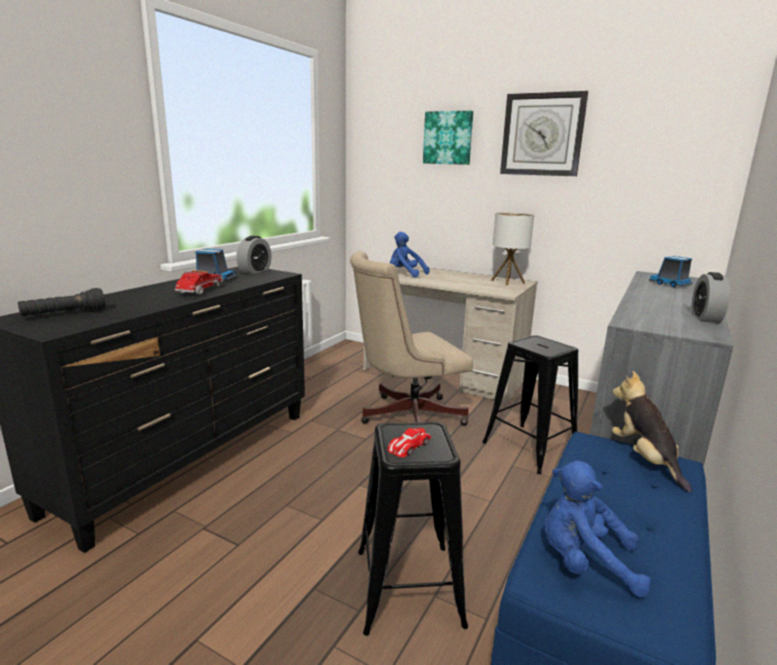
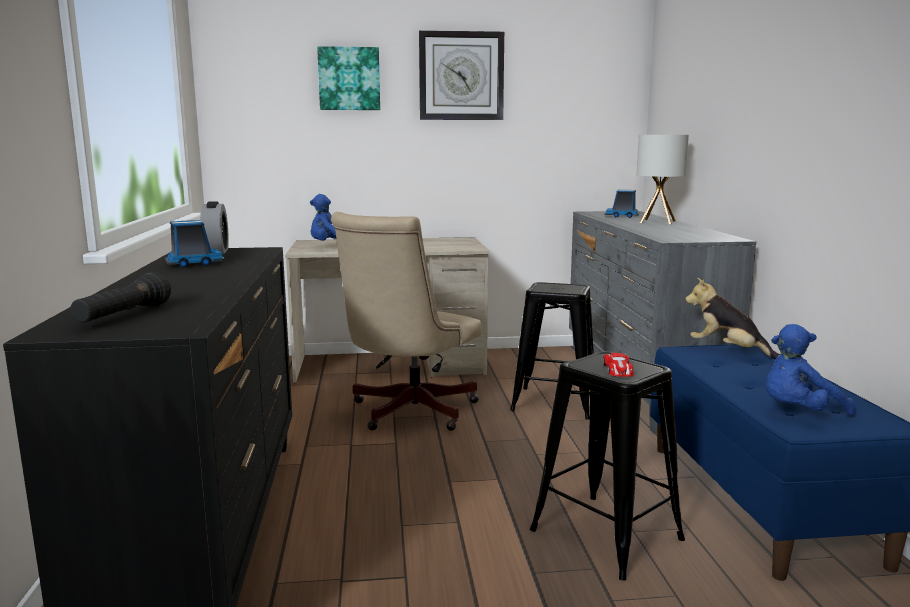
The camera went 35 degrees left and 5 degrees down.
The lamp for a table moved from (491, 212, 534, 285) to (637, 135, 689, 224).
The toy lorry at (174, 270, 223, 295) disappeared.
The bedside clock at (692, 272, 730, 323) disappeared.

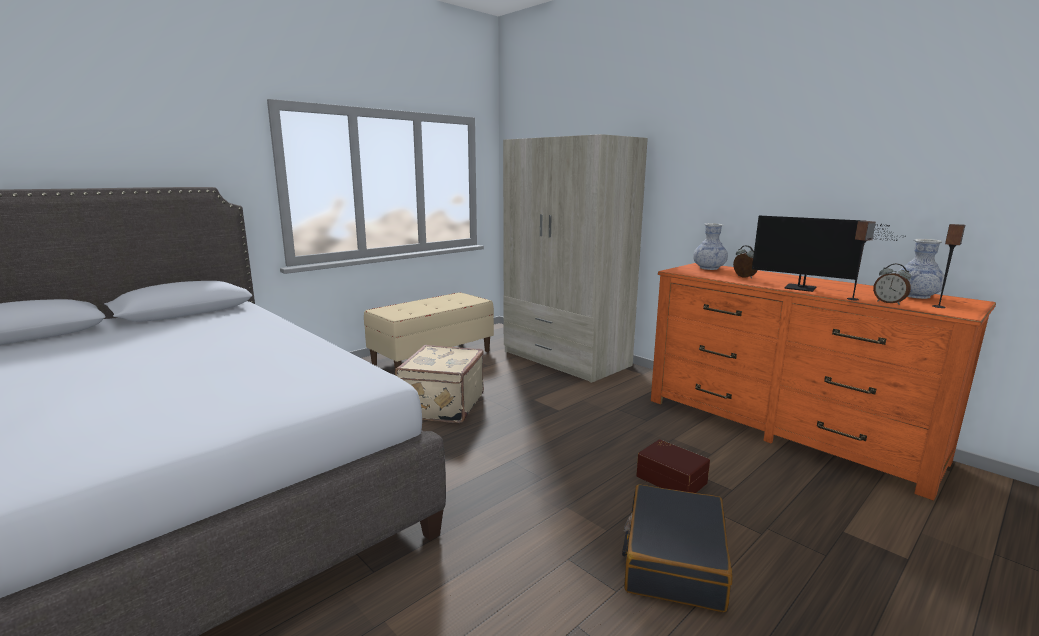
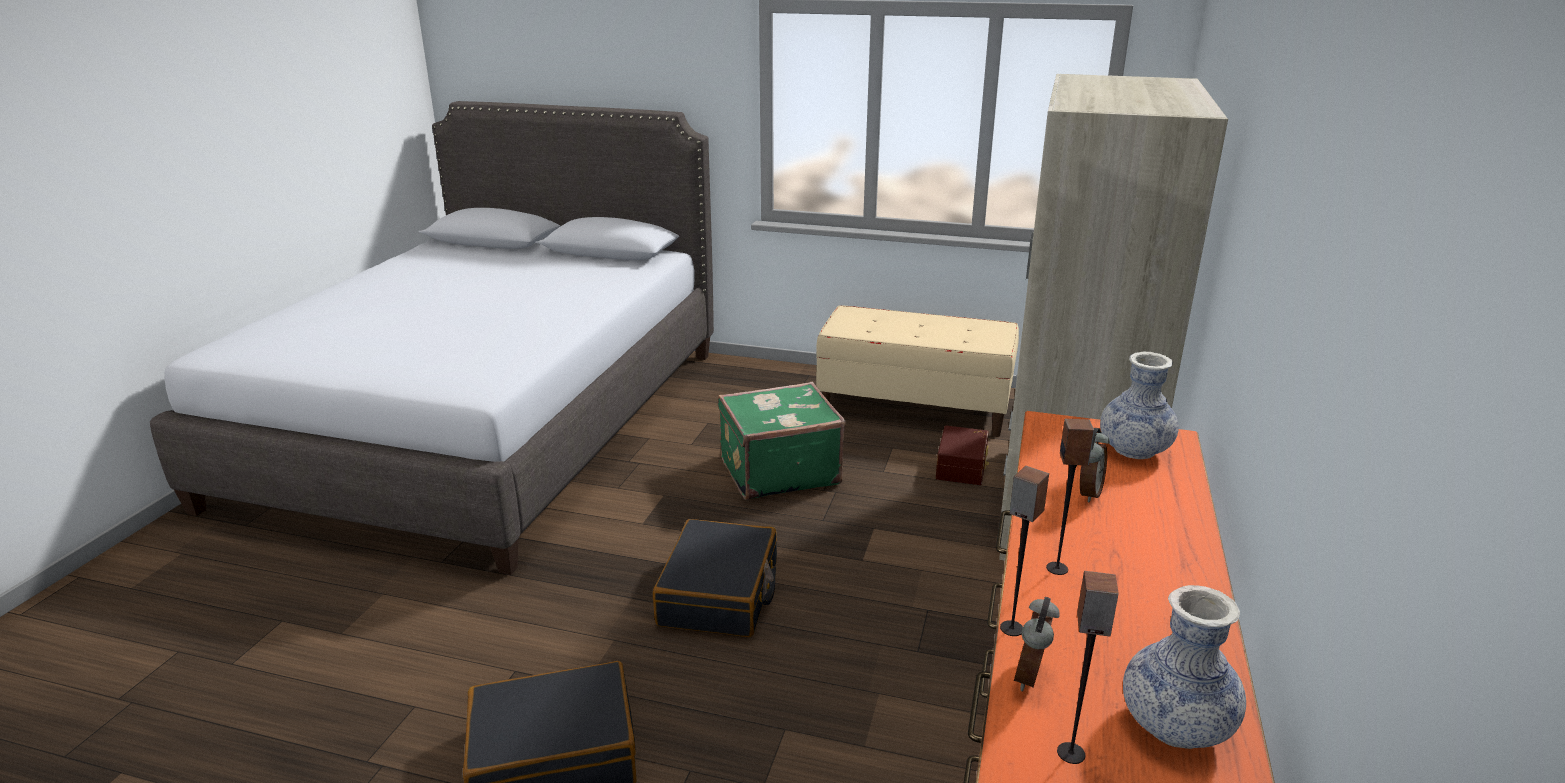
The camera went 60 degrees right and 10 degrees up.
The travel case (black) at (653, 519, 777, 637) appeared.
The travel case (beige) at (395, 345, 484, 423) became the travel case (green-coloured) at (718, 382, 846, 500).
The storage container (brown-coloured) moved from (636, 439, 710, 493) to (936, 426, 989, 485).
The computer screen at (752, 216, 905, 292) was replaced by the loudspeaker at (1046, 419, 1094, 575).

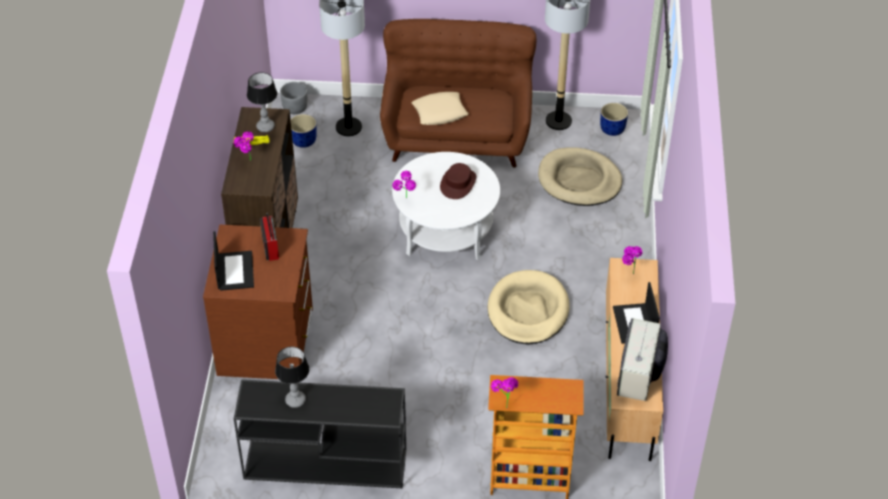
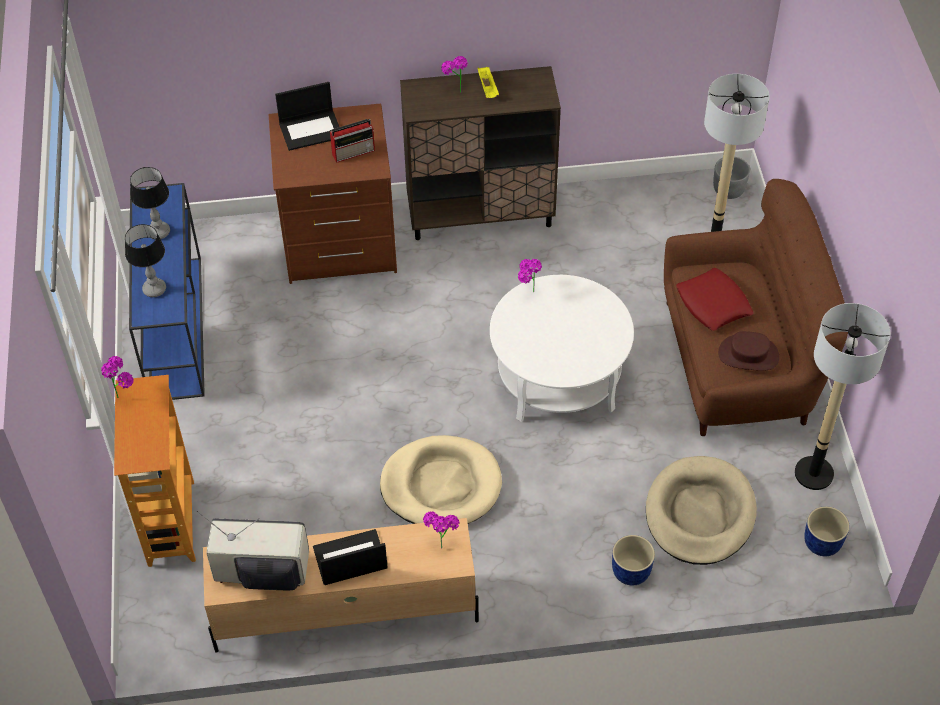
The camera went 80 degrees right and 5 degrees up.
The lamp for a table moved from (247, 72, 277, 132) to (125, 224, 166, 297).
The console table (black) at (234, 379, 406, 488) became the console table (bluish) at (129, 183, 205, 400).
The plant pot (bluish) moved from (291, 114, 317, 148) to (612, 535, 655, 586).
The pillow (beige) at (412, 92, 468, 125) became the pillow (reddish) at (676, 268, 754, 331).
The hat (brown-coloured) moved from (440, 163, 476, 199) to (718, 331, 779, 371).

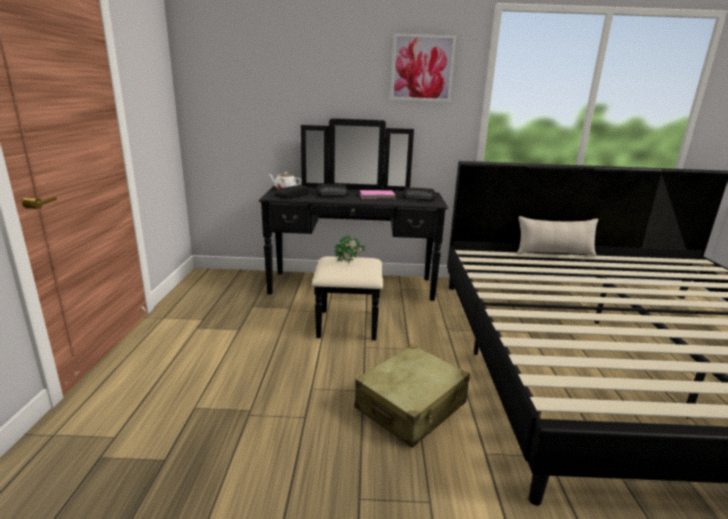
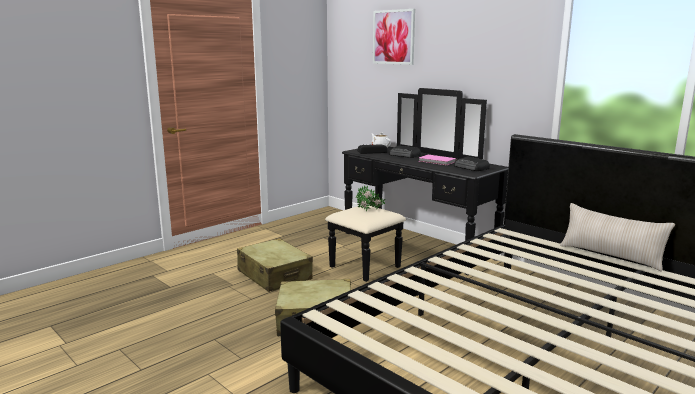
The camera went 45 degrees right and 5 degrees down.
The travel case (beige) at (237, 238, 313, 292) appeared.
The wall art moved from (390, 33, 456, 102) to (373, 9, 415, 65).

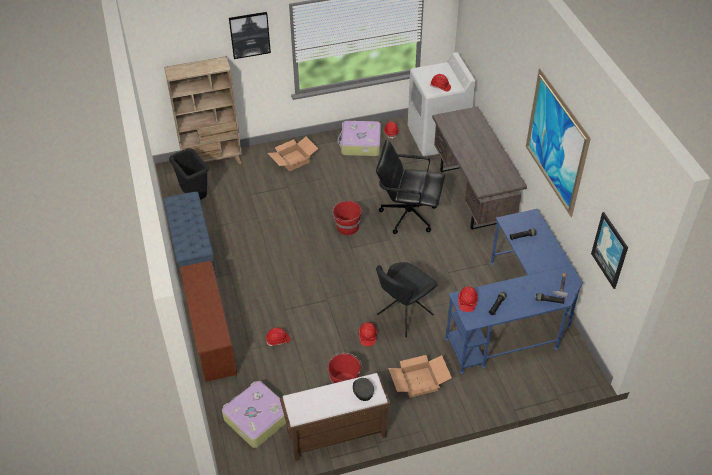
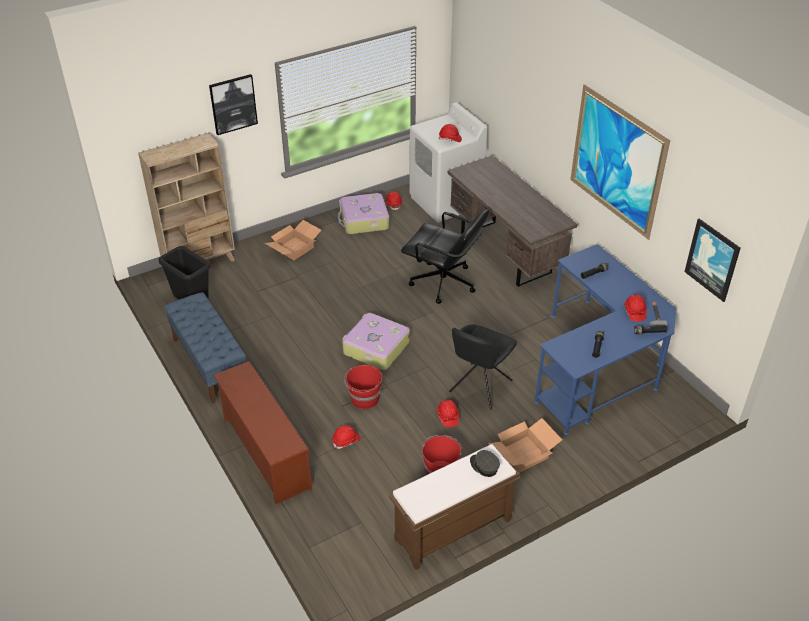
The camera went 15 degrees left and 5 degrees down.
The travel case moved from (222, 381, 286, 448) to (342, 313, 410, 370).
The pail (reddish) moved from (332, 201, 362, 235) to (344, 365, 382, 409).
The computer chair (black) at (376, 140, 445, 234) turned 150 degrees counterclockwise.
The hard hat (reddish) moved from (458, 287, 478, 312) to (624, 294, 647, 322).

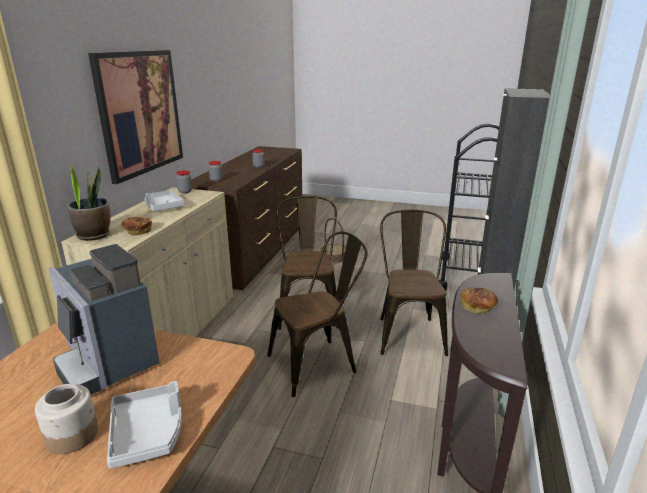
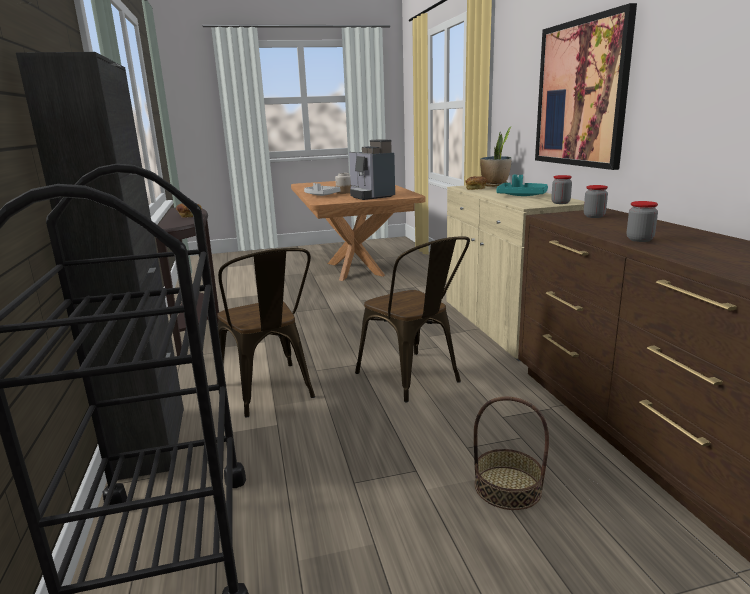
The camera went 150 degrees right and 5 degrees down.
The coffee machine at (49, 244, 159, 395) turned 135 degrees counterclockwise.
The carrying tray (greyish) at (145, 190, 185, 211) became the carrying tray (turquoise) at (496, 175, 548, 196).
The upright chair (brown-coloured) at (267, 231, 368, 397) disappeared.

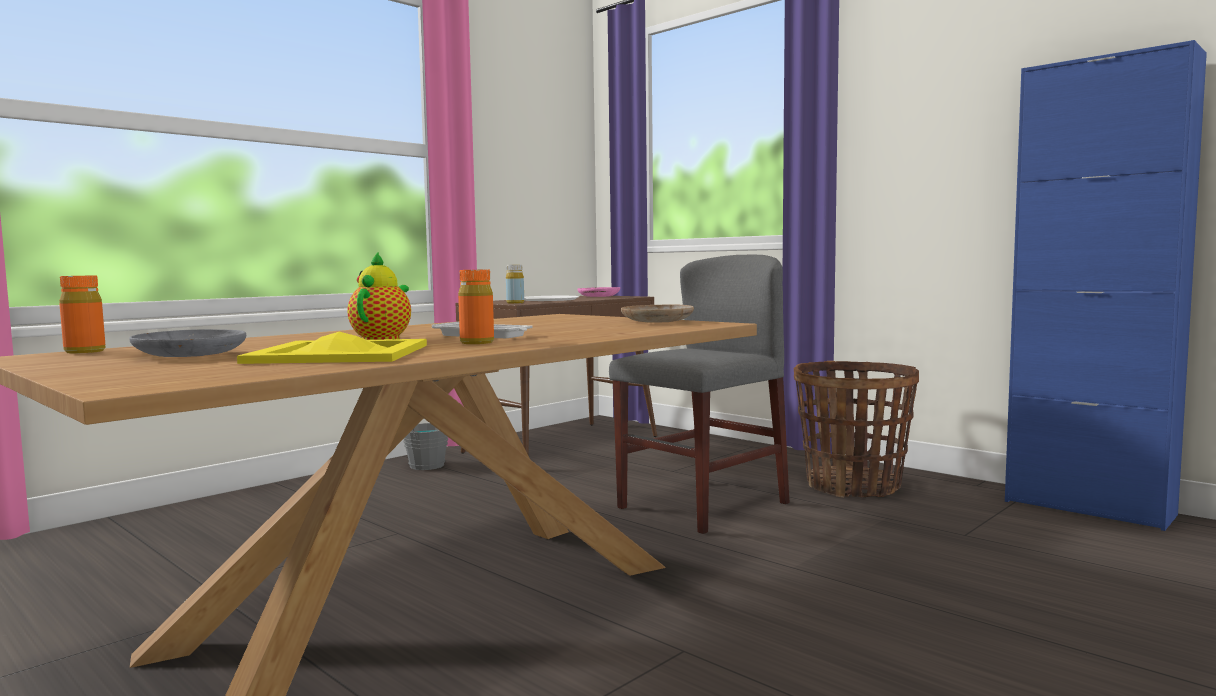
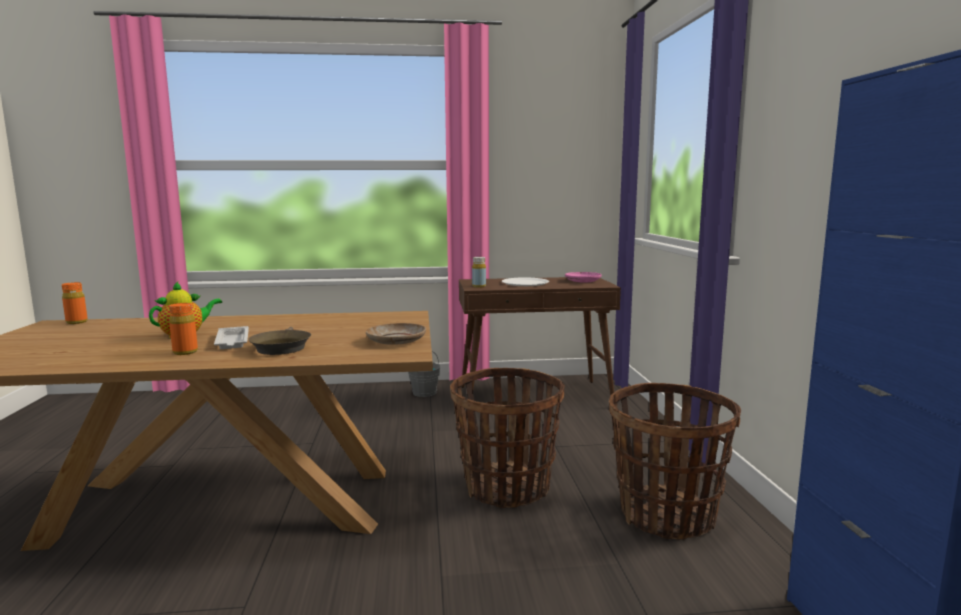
The camera went 40 degrees right and 5 degrees up.
The skillet (brown-coloured) at (248, 327, 311, 355) appeared.
The upright chair (greyish) at (609, 254, 790, 534) was replaced by the household basket at (450, 368, 565, 508).
The flat dish (greyish) at (129, 329, 246, 357) disappeared.
The carrying tray (yellow-coloured) at (237, 332, 427, 364) disappeared.

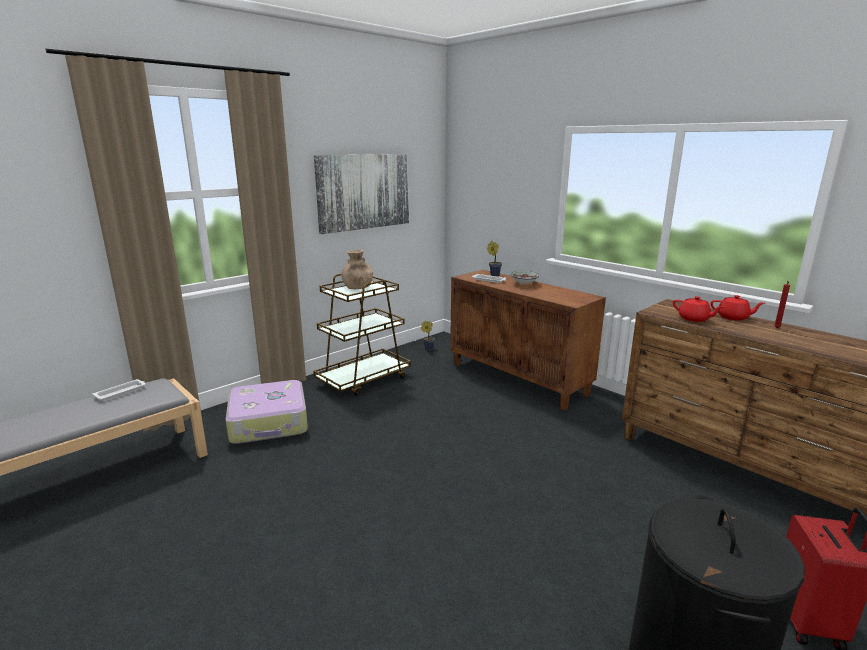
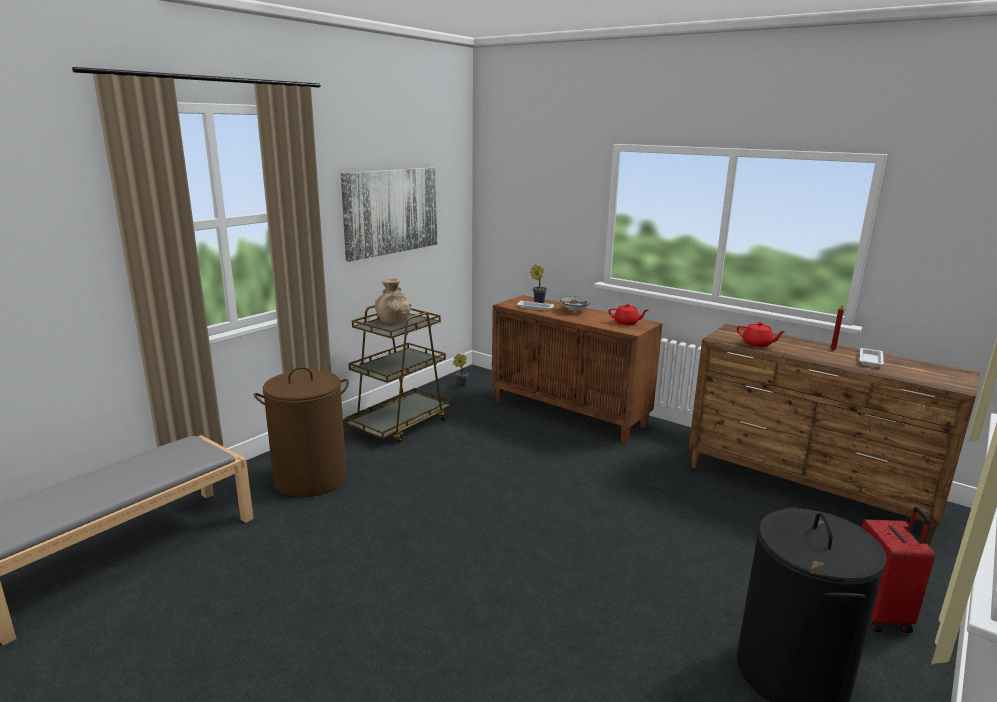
The camera went 10 degrees left and 0 degrees up.
The travel case at (226, 380, 308, 444) was replaced by the hamper (brown-coloured) at (254, 367, 349, 497).
The tea pot (reddish) moved from (710, 295, 765, 321) to (608, 304, 649, 325).
The carrying tray (white) moved from (92, 379, 146, 401) to (860, 348, 884, 367).

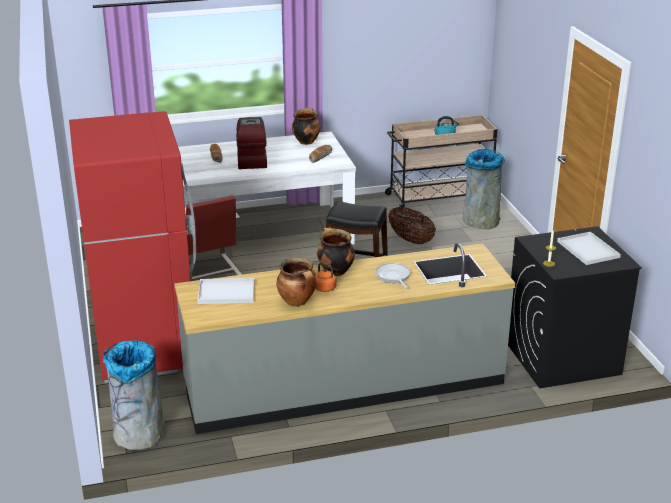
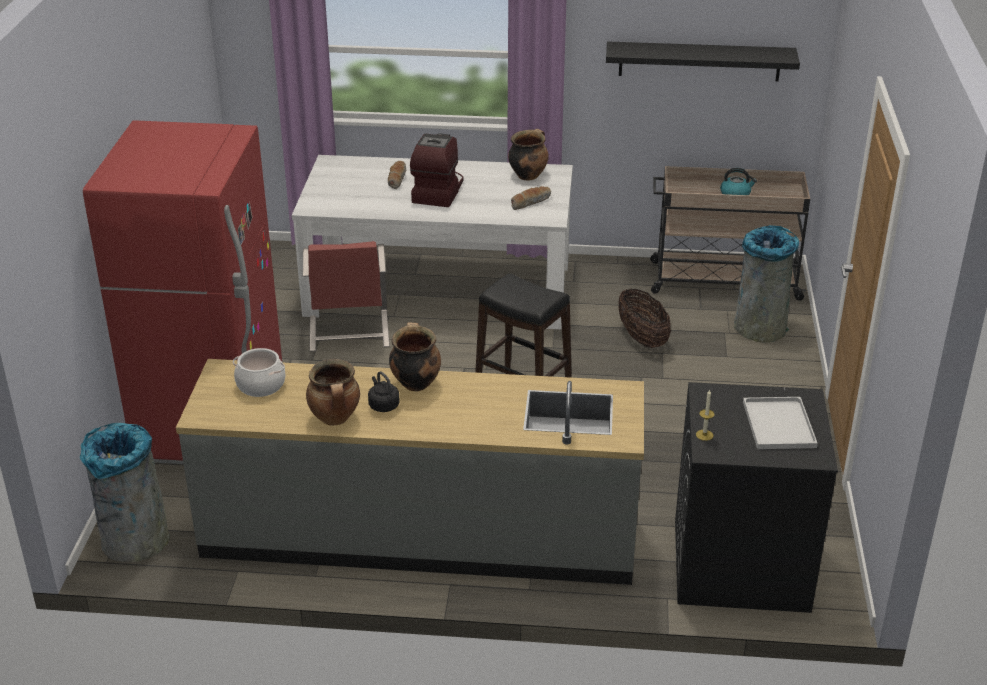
The camera went 20 degrees right and 5 degrees up.
The carrying tray (white) at (197, 278, 254, 304) was replaced by the cooking pot at (233, 348, 286, 397).
The water kettle (orangey) at (312, 262, 336, 292) became the water kettle (black) at (368, 371, 400, 412).
The wall shelf (black) at (606, 41, 800, 82) appeared.
The skillet at (375, 263, 410, 289) disappeared.

